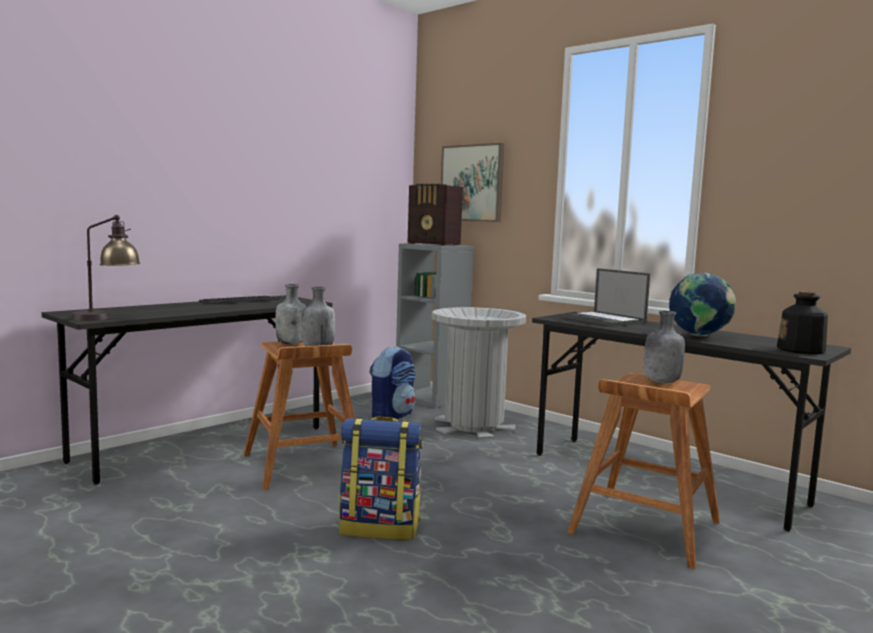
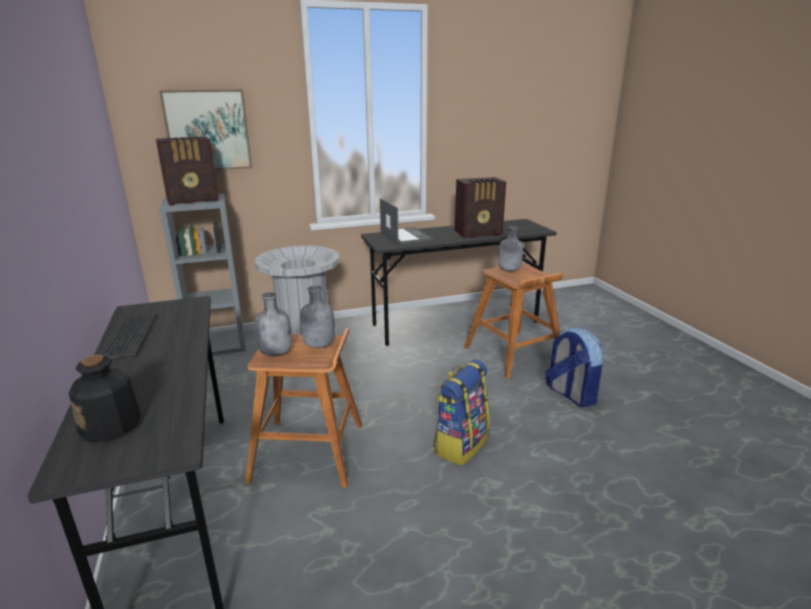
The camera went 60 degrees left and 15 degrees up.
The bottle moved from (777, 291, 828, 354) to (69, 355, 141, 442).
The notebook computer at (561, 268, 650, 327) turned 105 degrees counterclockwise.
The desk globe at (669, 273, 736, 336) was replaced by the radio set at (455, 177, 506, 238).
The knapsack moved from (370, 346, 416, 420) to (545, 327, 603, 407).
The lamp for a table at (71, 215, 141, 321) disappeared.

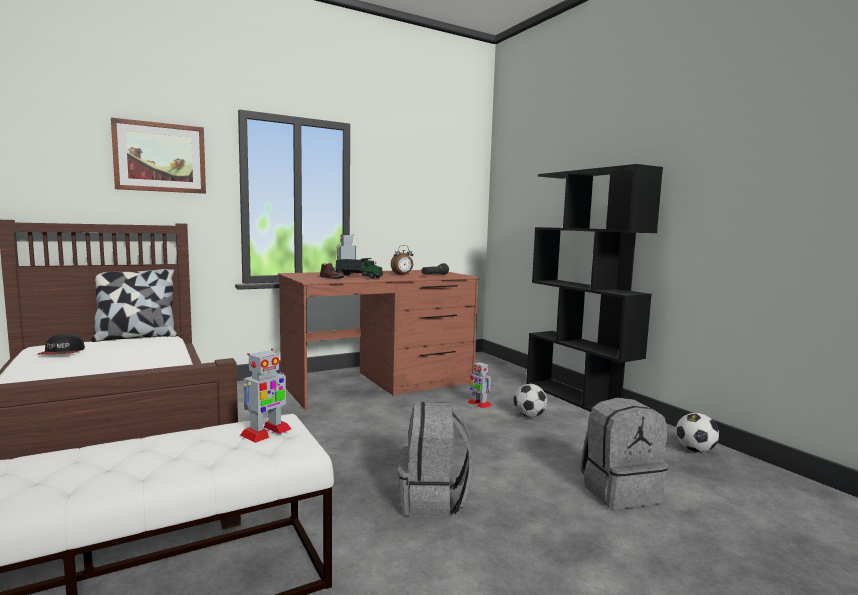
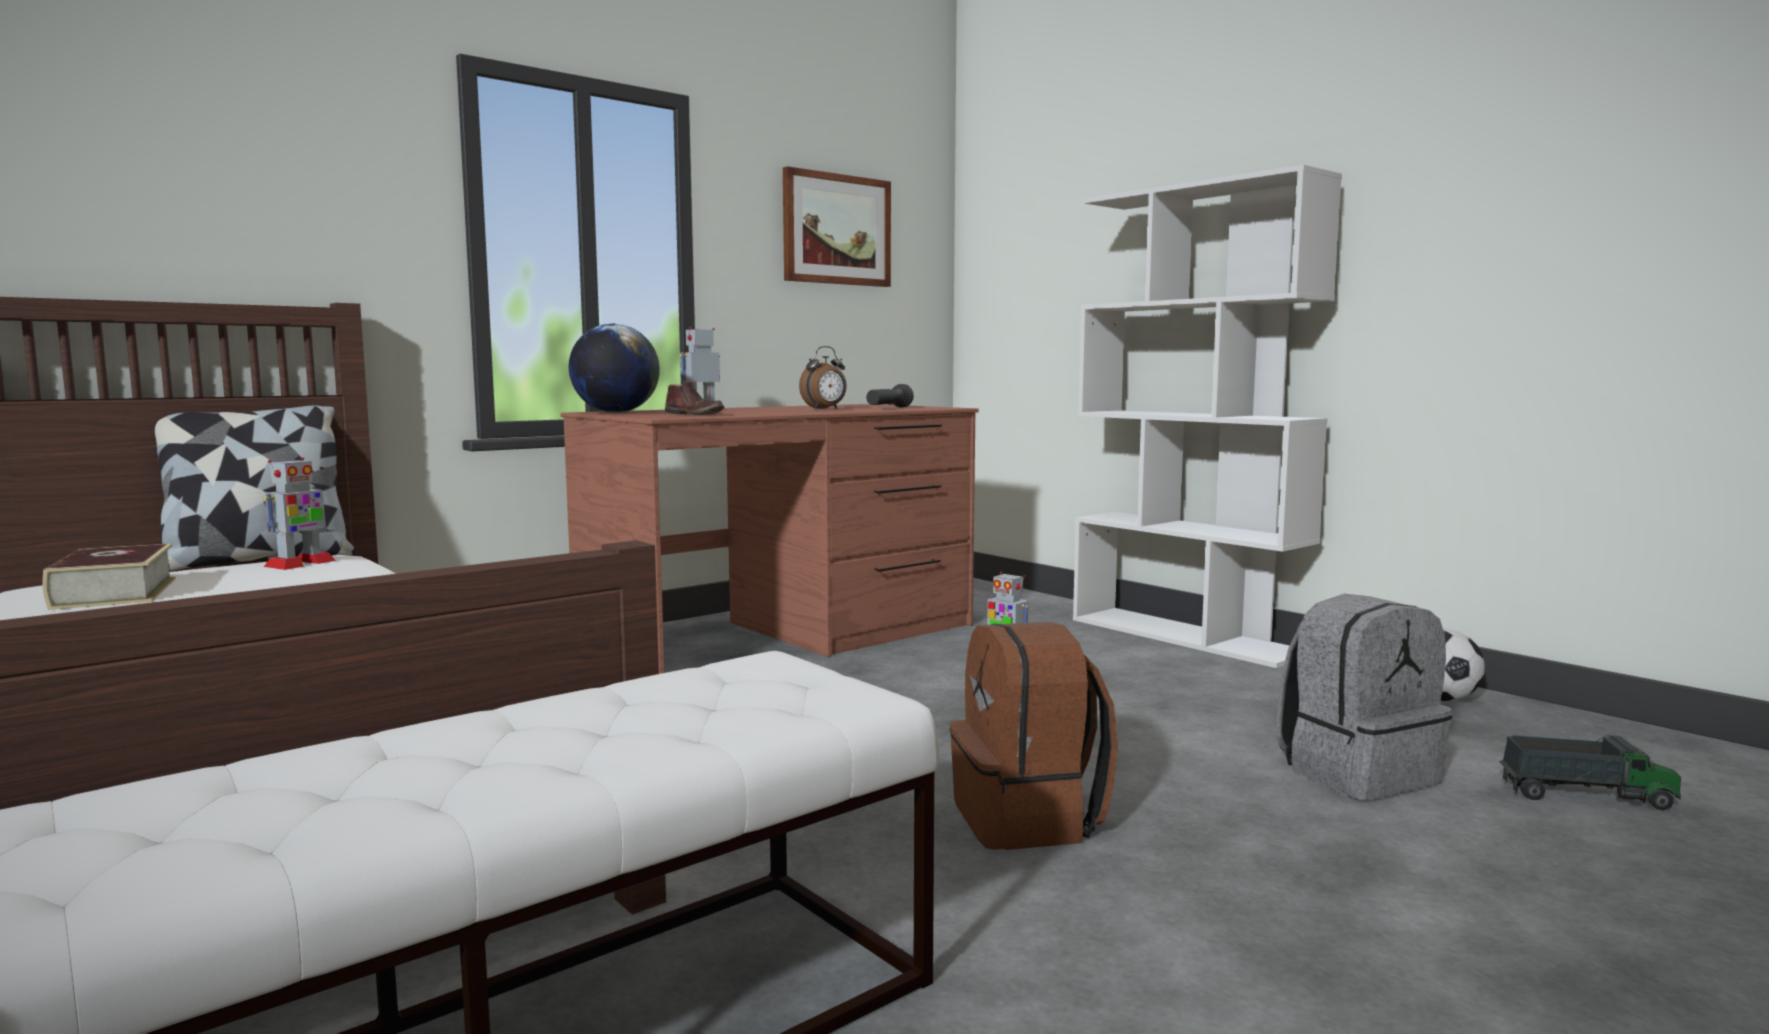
The camera went 10 degrees left and 0 degrees up.
The peaked cap at (38, 333, 85, 354) was replaced by the book at (42, 544, 176, 610).
The model robot moved from (240, 348, 291, 443) to (264, 457, 336, 570).
The desk globe at (569, 324, 660, 413) appeared.
The wall art moved from (111, 118, 206, 194) to (783, 166, 891, 287).
The knapsack (greyish) at (399, 402, 472, 517) became the knapsack (brown-coloured) at (950, 622, 1118, 850).
The bookshelf (black) at (526, 164, 663, 412) became the bookshelf (white) at (1073, 165, 1342, 668).
The toy lorry moved from (335, 258, 383, 279) to (1499, 735, 1681, 810).
The ball for football at (514, 384, 547, 417) disappeared.

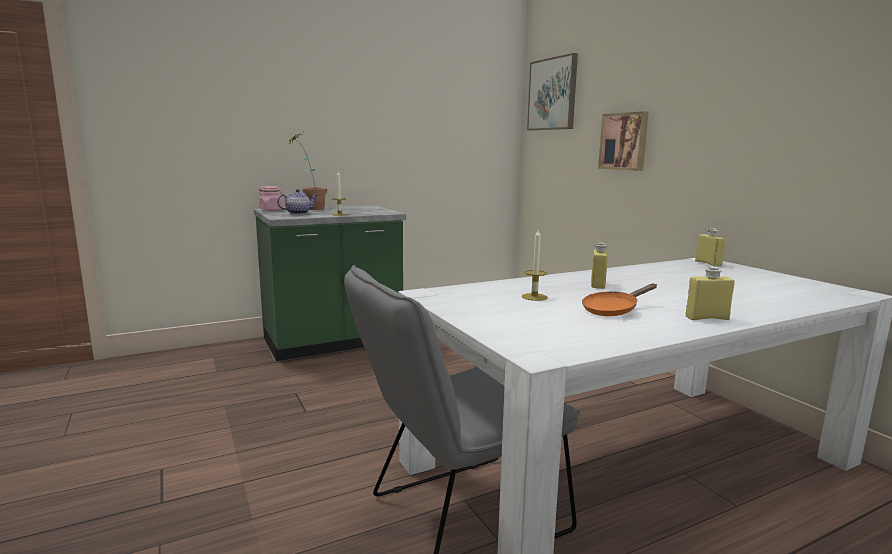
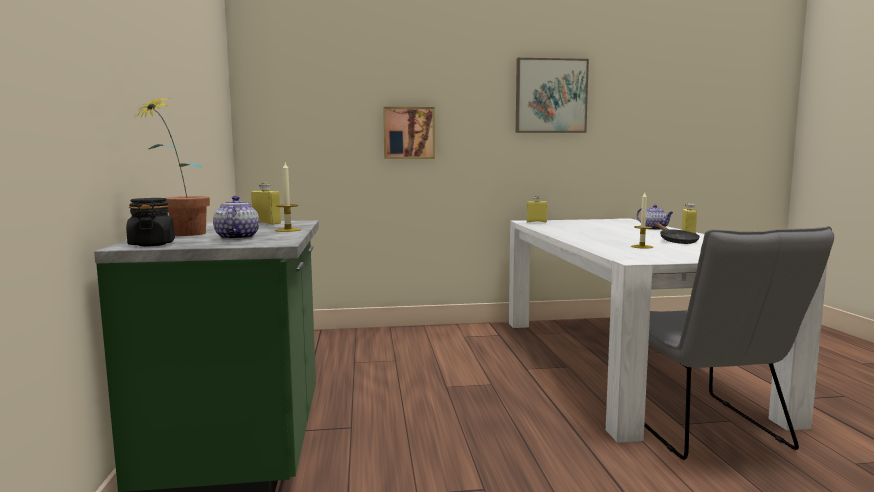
The camera went 70 degrees left and 5 degrees down.
The jar (pink-coloured) at (258, 186, 284, 211) became the jar (black) at (126, 198, 175, 246).
The bottle (yellow-coloured) moved from (591, 243, 608, 289) to (251, 182, 281, 225).
The wall art moved from (527, 53, 578, 130) to (516, 58, 589, 133).
The tea pot at (637, 205, 674, 230) appeared.
The skillet (orangey) at (582, 284, 657, 316) became the skillet (black) at (655, 223, 700, 244).

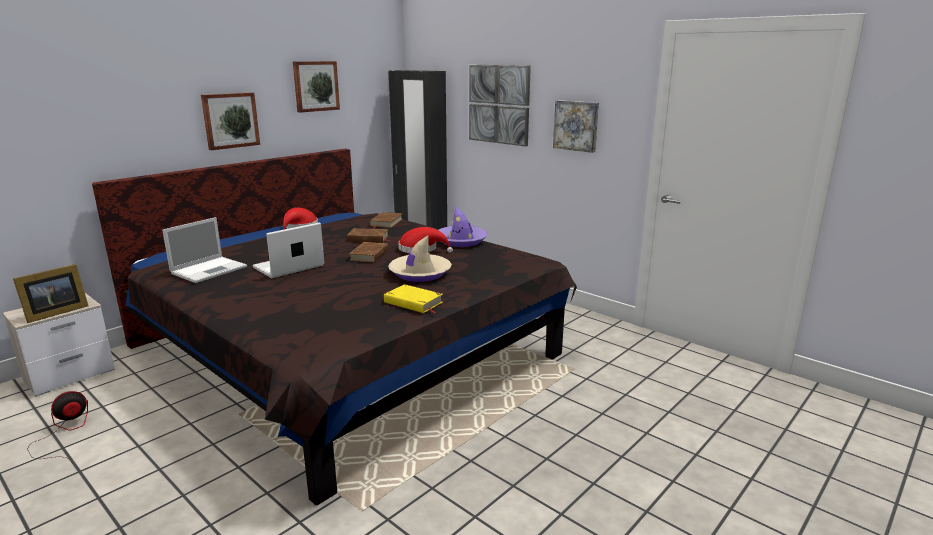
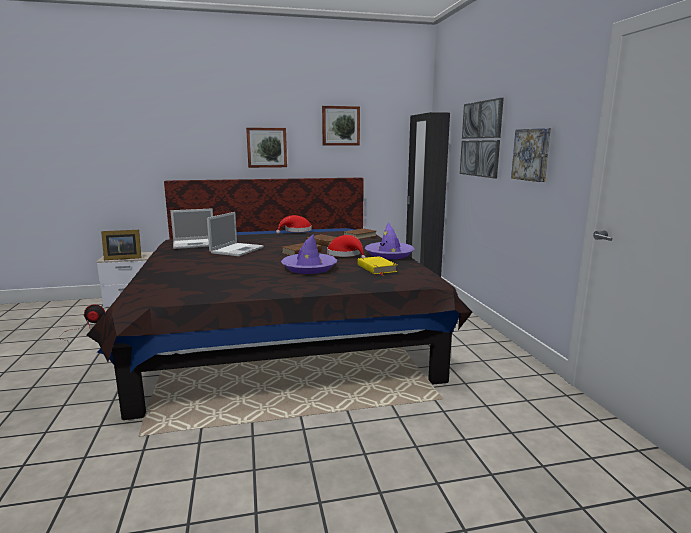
The camera went 35 degrees right and 5 degrees down.
The notebook computer at (252, 222, 324, 278) turned 120 degrees clockwise.
The hat (beige) at (388, 236, 452, 282) became the hat (purplish) at (281, 234, 337, 274).
The book (yellow-coloured) moved from (384, 284, 443, 313) to (357, 256, 397, 276).

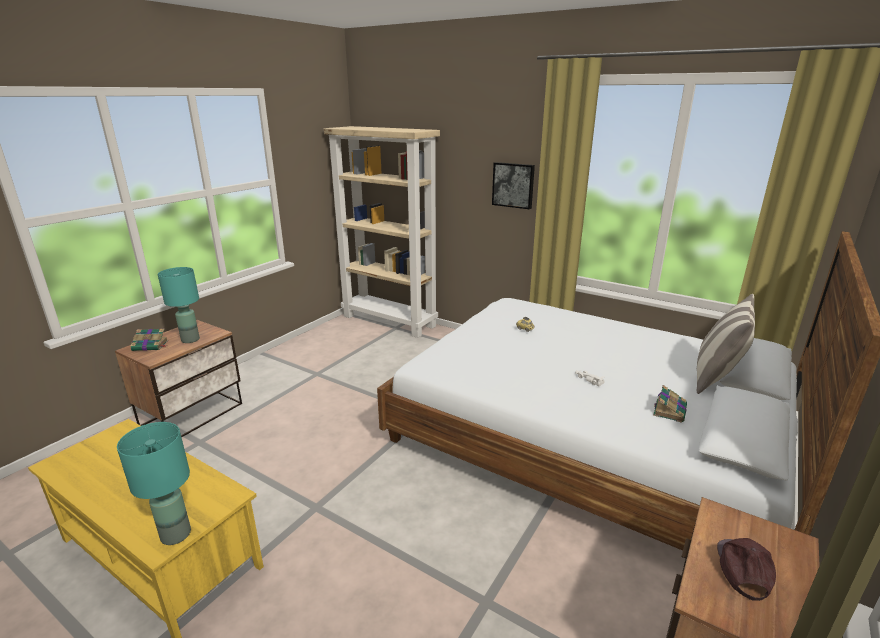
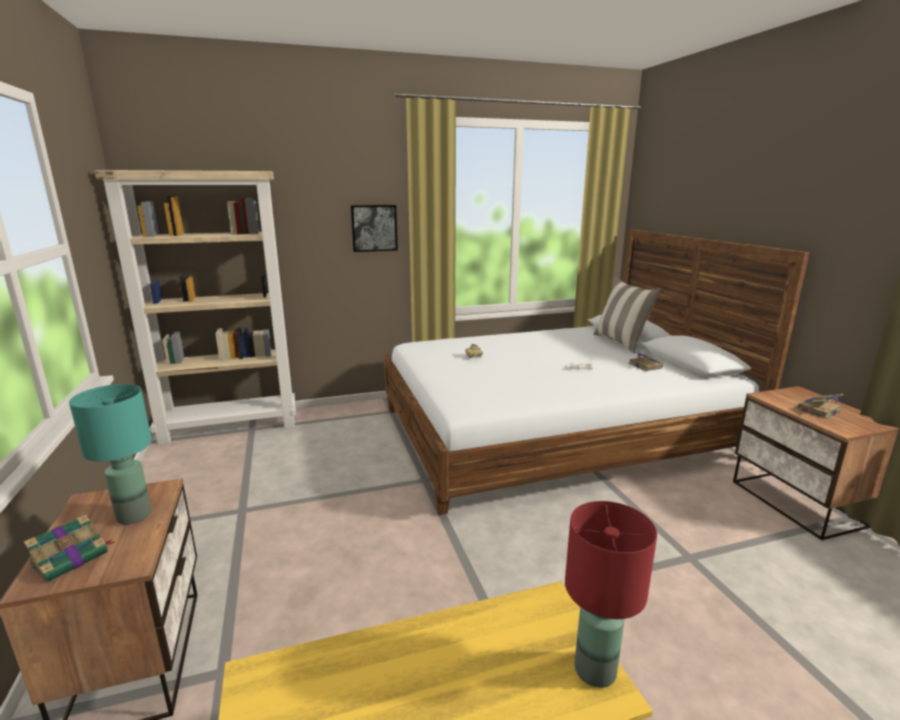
The camera went 50 degrees left and 5 degrees down.
The lamp for a table (turquoise) at (117, 422, 191, 545) became the lamp for a table (reddish) at (565, 501, 657, 688).
The peaked cap (brown-coloured) at (717, 538, 776, 601) was replaced by the book at (798, 394, 843, 419).

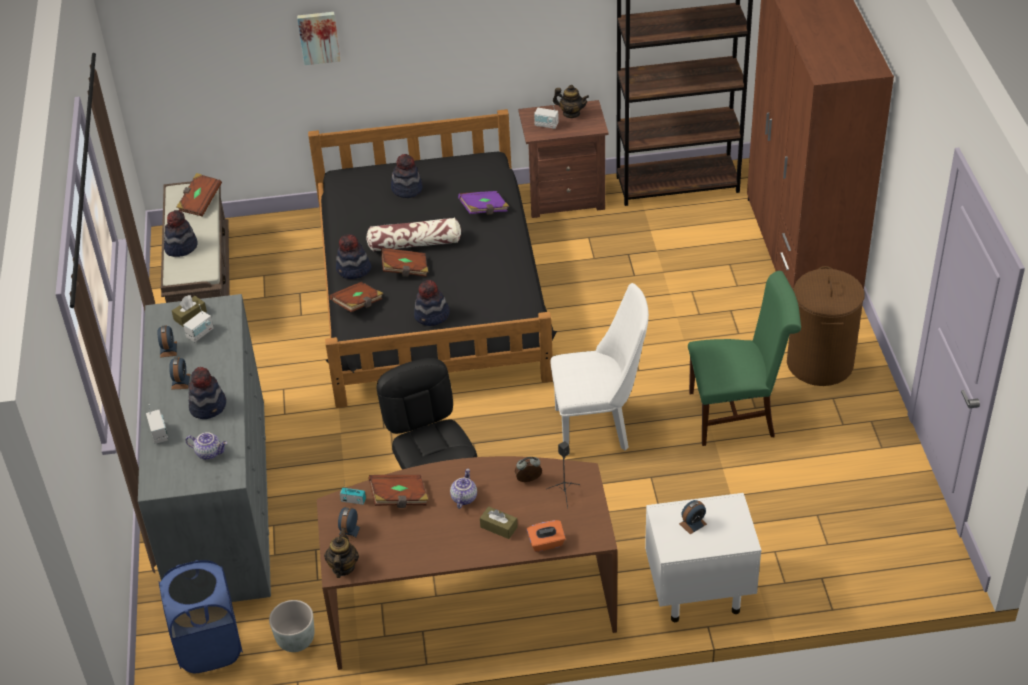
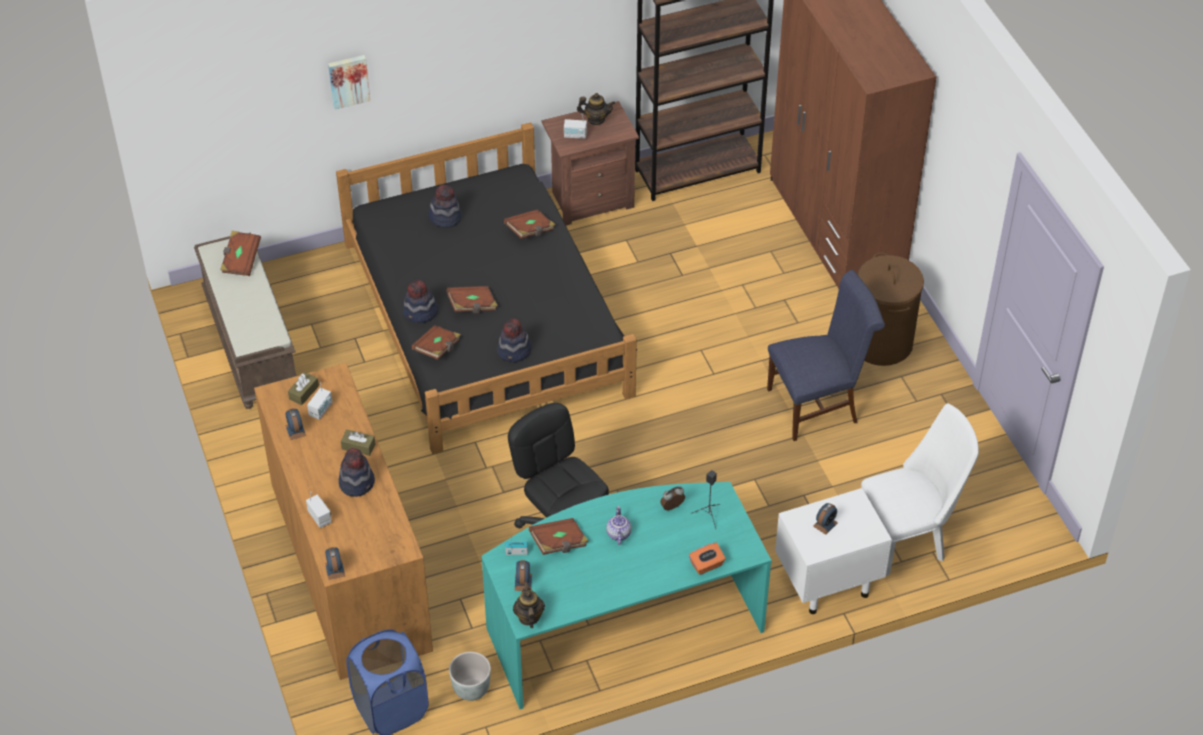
The camera went 15 degrees left and 5 degrees up.
The dresser (greyish) at (138, 294, 271, 602) became the dresser (brown-coloured) at (254, 363, 433, 680).
The bedside clock moved from (169, 357, 190, 390) to (325, 547, 345, 580).
The tissue box (brown-coloured) moved from (480, 506, 518, 539) to (341, 429, 375, 456).
The desk unit (brown-coloured) at (317, 456, 618, 670) became the desk unit (turquoise) at (481, 482, 772, 709).
The book (purplish) at (458, 191, 509, 214) became the book (brown-coloured) at (504, 209, 556, 239).
The upright chair (green-coloured) at (688, 271, 801, 446) became the upright chair (bluish) at (767, 270, 885, 441).
The upright chair (white) moved from (550, 283, 649, 455) to (861, 403, 979, 576).
The hat at (164, 210, 198, 257) disappeared.
The tea pot at (186, 432, 227, 460) disappeared.
The pillow at (366, 218, 461, 252) disappeared.

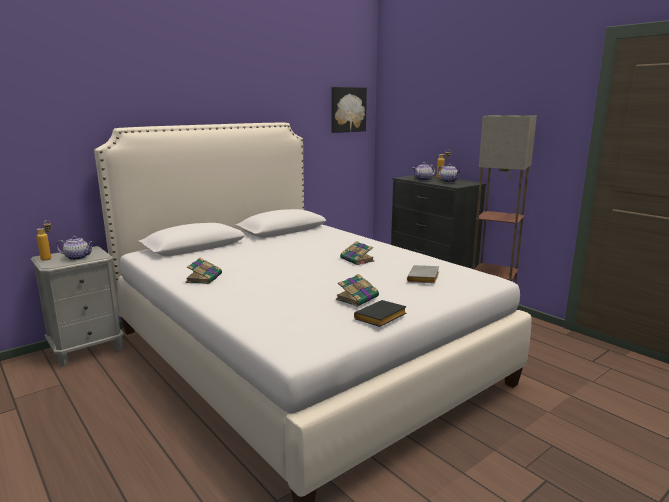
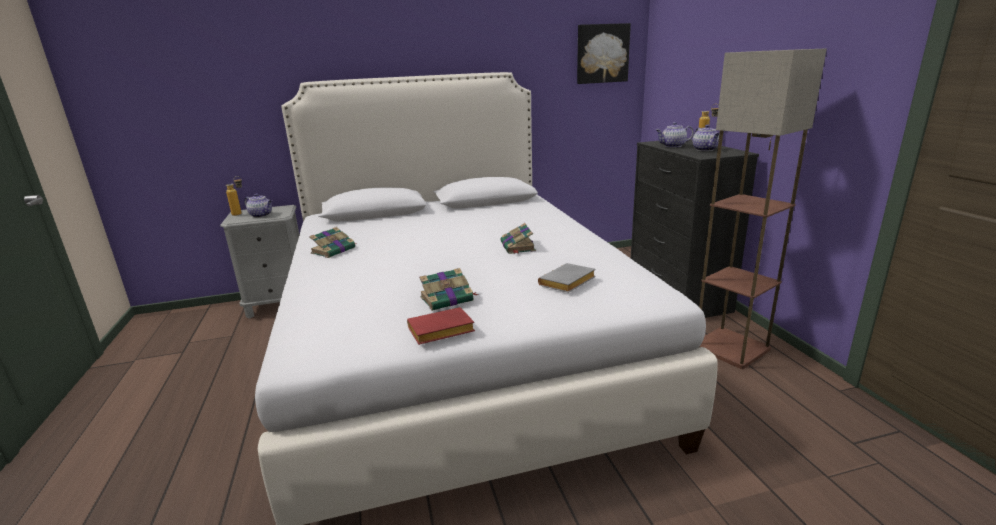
The camera went 25 degrees right and 5 degrees up.
The book (black) at (354, 300, 407, 327) became the book (reddish) at (407, 307, 475, 345).

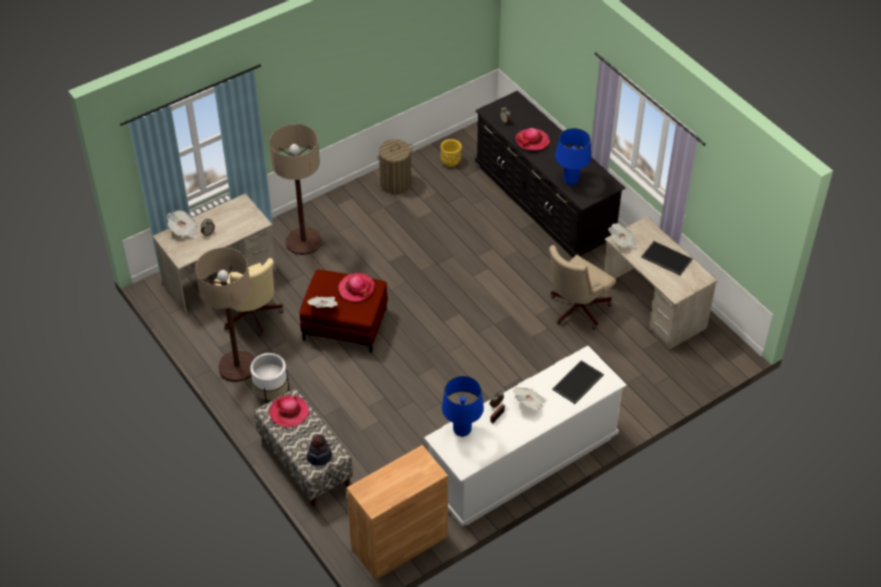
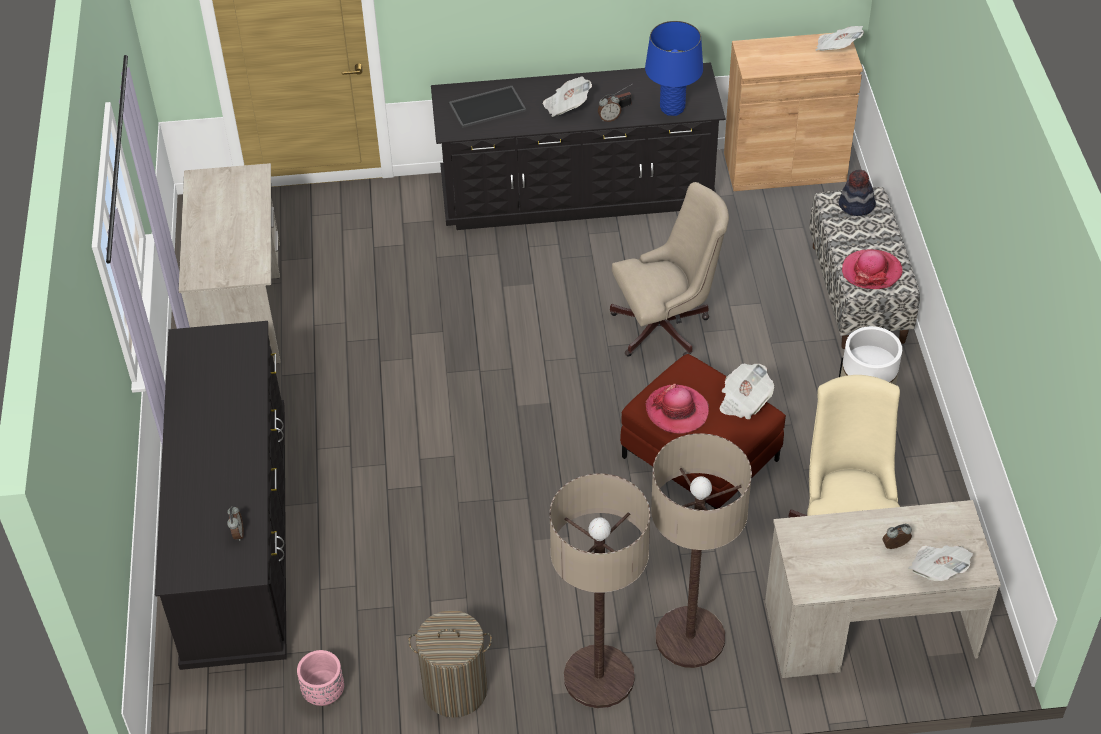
The camera went 150 degrees left and 0 degrees up.
The plant pot (yellow-coloured) at (441, 139, 462, 167) became the plant pot (pink-coloured) at (297, 650, 344, 706).
The dresser (white) at (424, 346, 627, 526) became the dresser (black) at (431, 63, 725, 230).
The standing lamp moved from (195, 248, 255, 382) to (550, 474, 650, 708).
The computer chair (beige) moved from (549, 245, 616, 330) to (610, 182, 729, 357).
The newspaper moved from (609, 223, 639, 249) to (815, 26, 864, 51).
The hat at (515, 128, 550, 150) disappeared.
The lamp for a table (bluish) at (555, 128, 591, 185) disappeared.
The carrying tray at (641, 241, 693, 275) disappeared.

